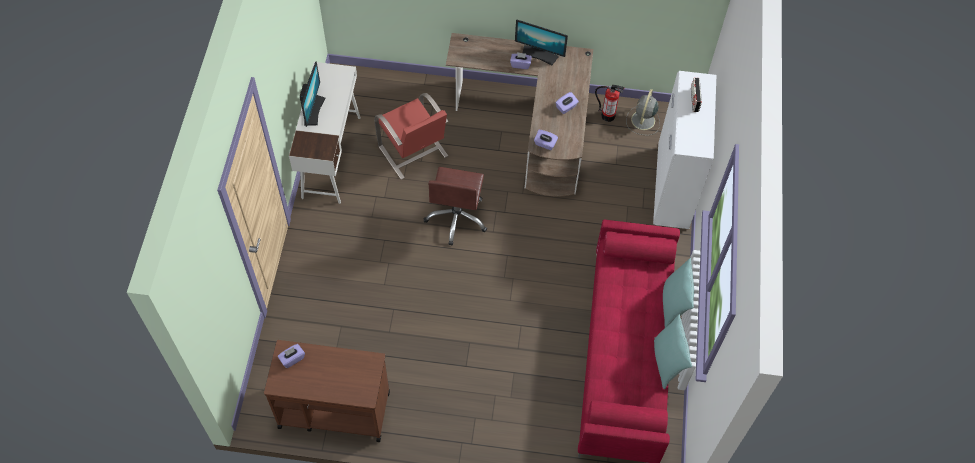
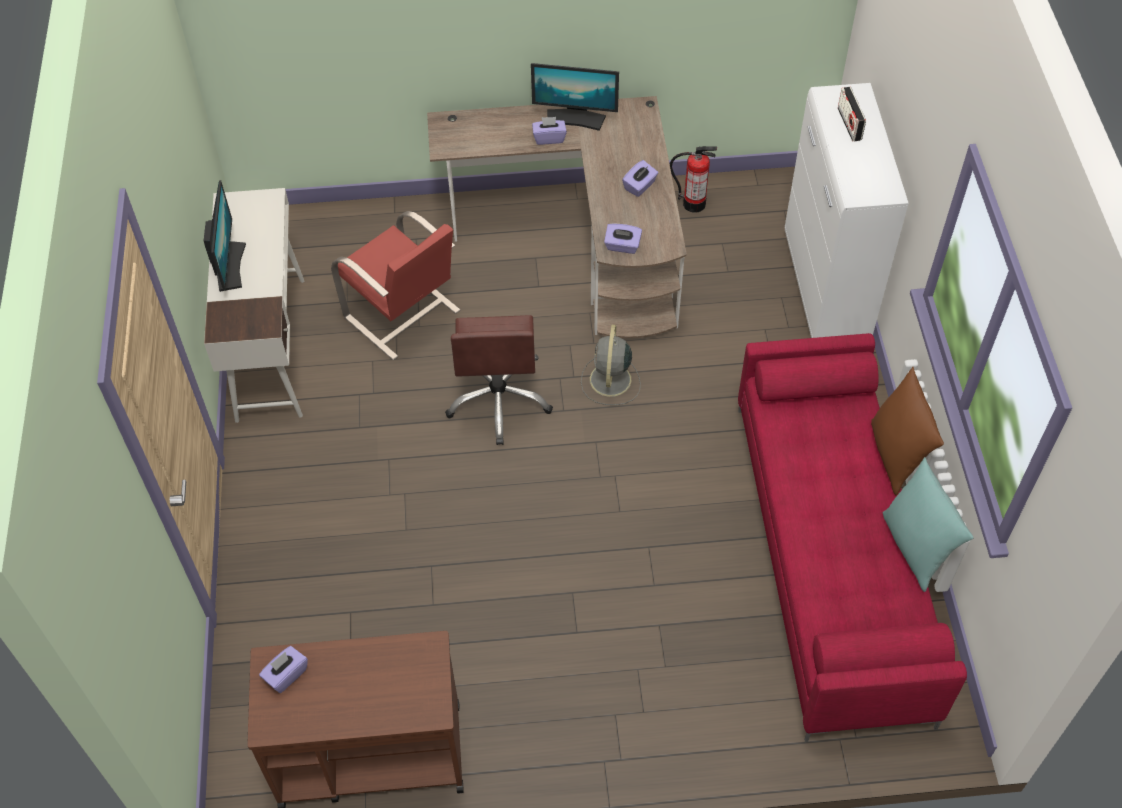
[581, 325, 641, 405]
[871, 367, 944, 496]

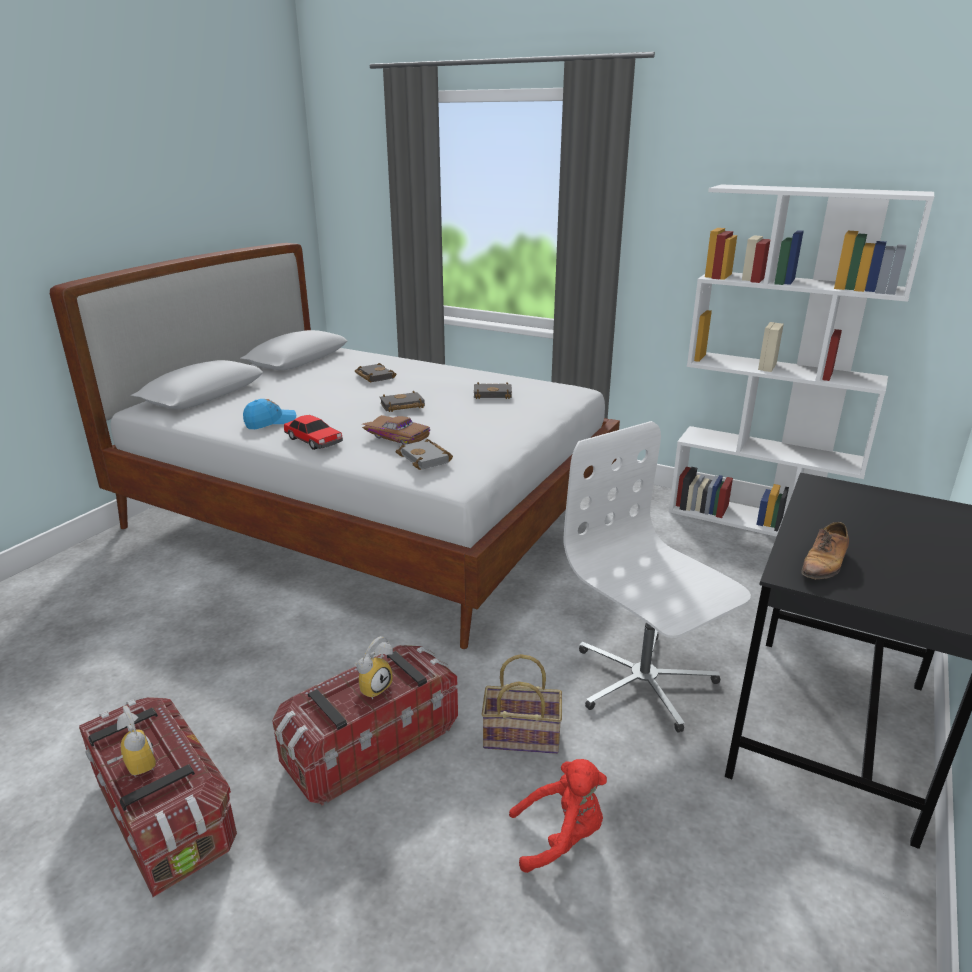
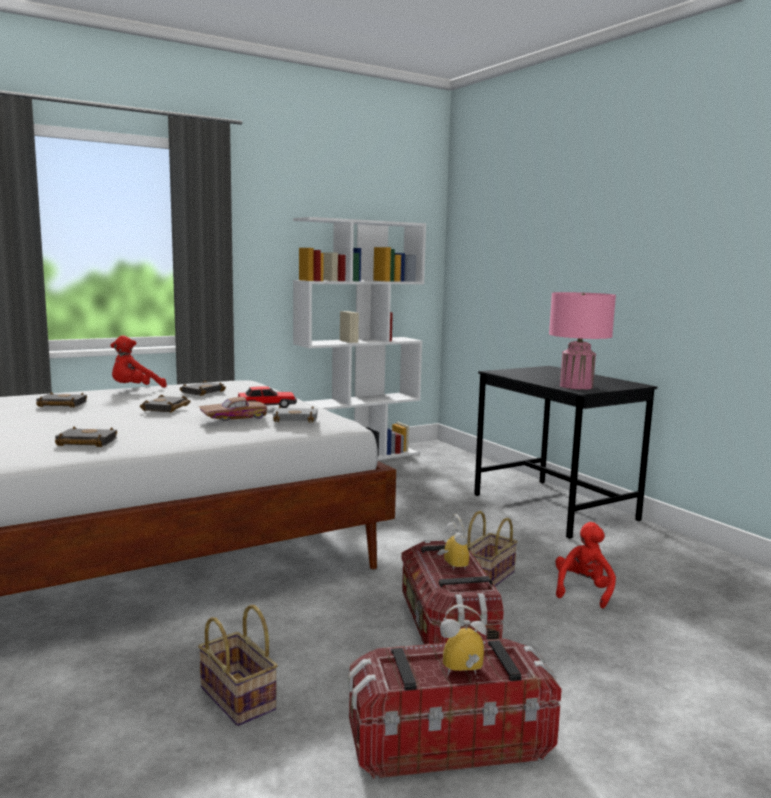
[55, 426, 118, 447]
[110, 335, 167, 388]
[198, 605, 278, 726]
[238, 386, 297, 408]
[549, 292, 616, 390]
[564, 421, 751, 732] (first image)

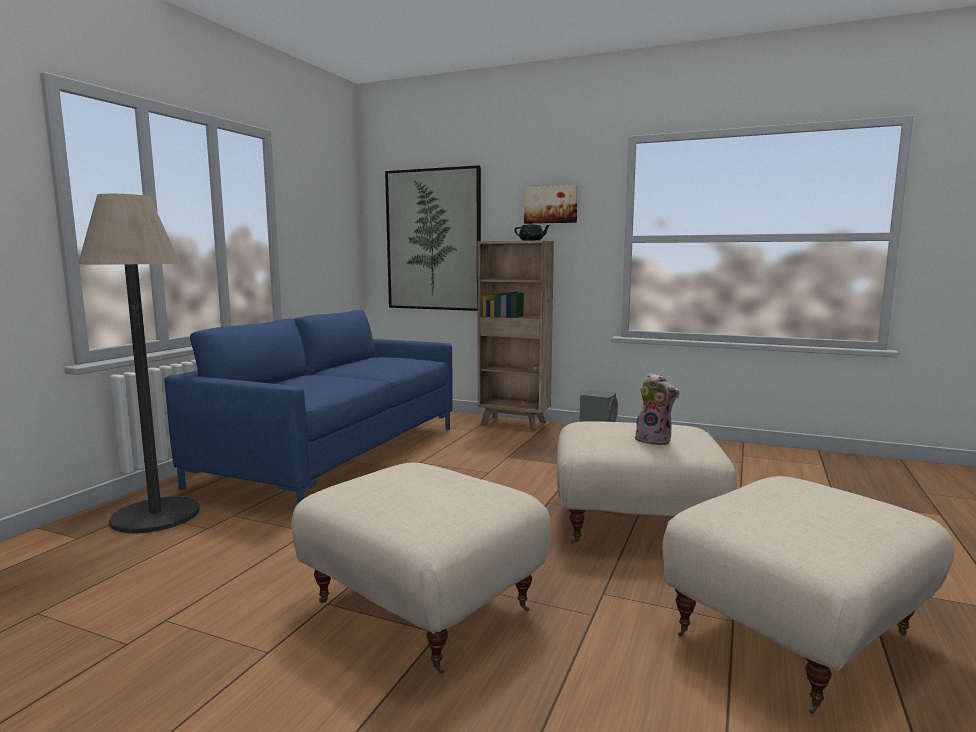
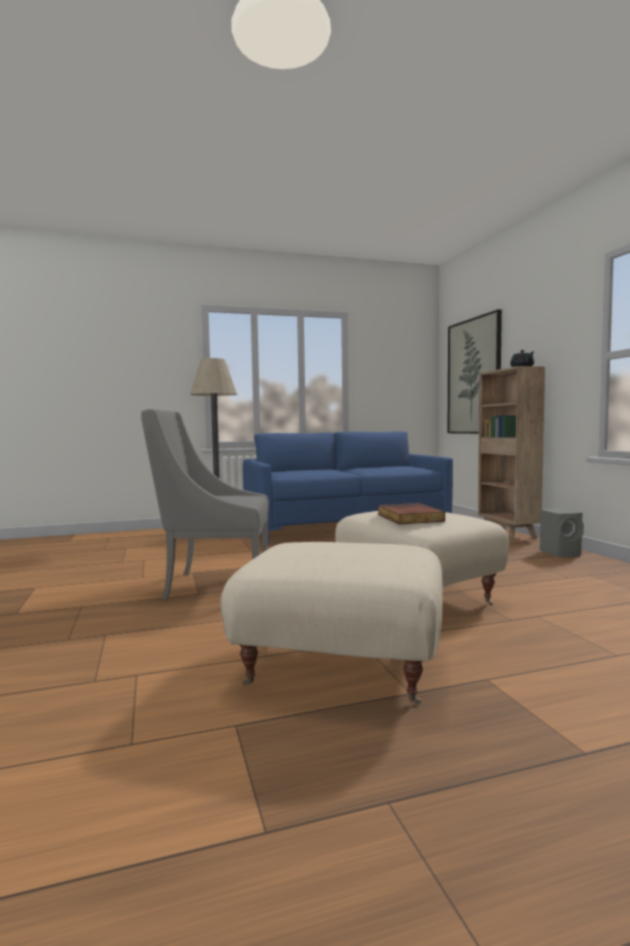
[141, 409, 269, 600]
[377, 503, 445, 525]
[524, 185, 578, 224] (first image)

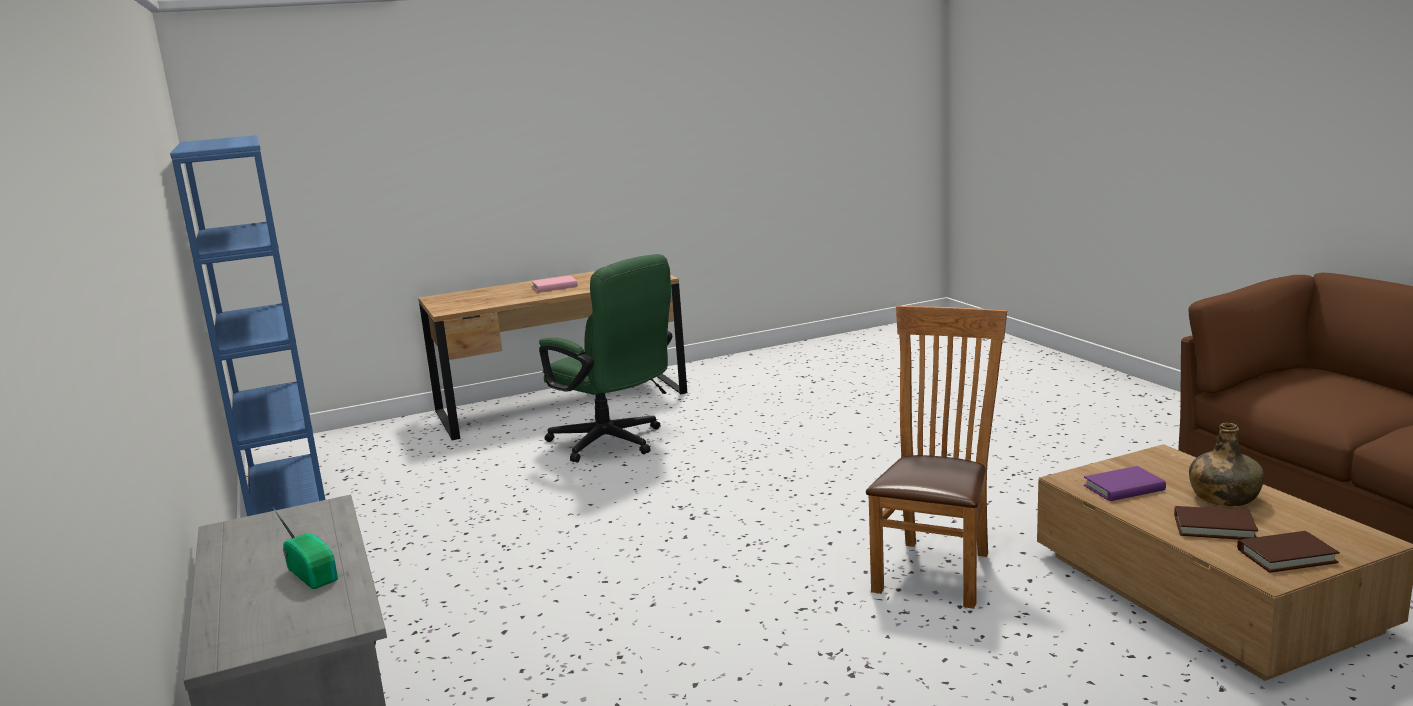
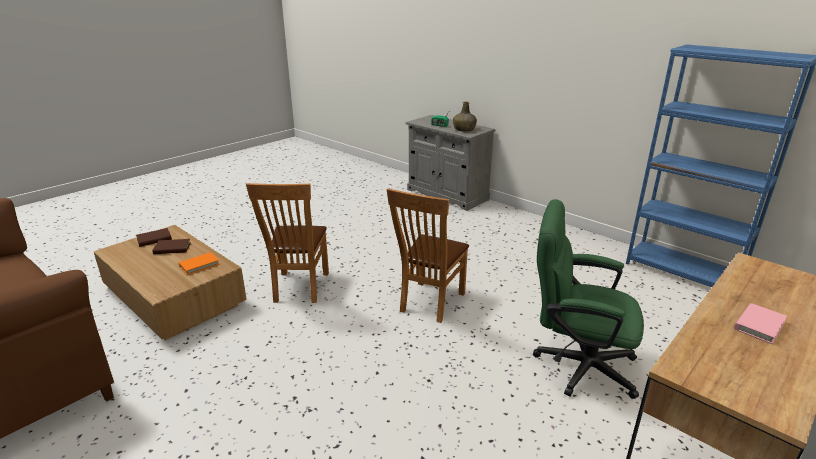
[179, 252, 220, 275]
[387, 188, 469, 323]
[453, 101, 477, 132]

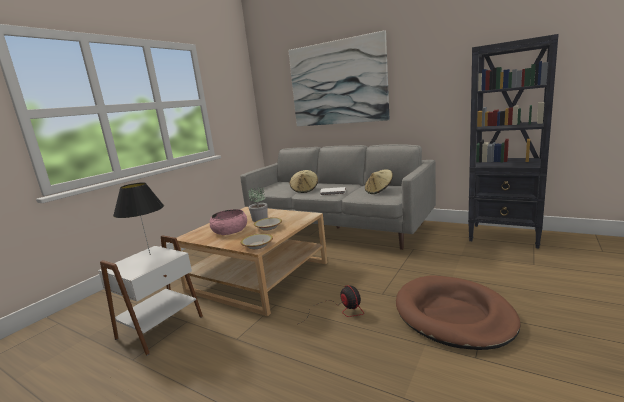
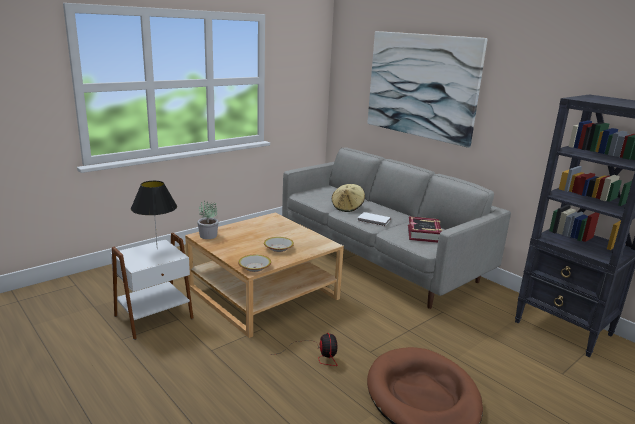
[197, 201, 219, 239]
[408, 216, 443, 243]
[210, 209, 247, 235] (first image)

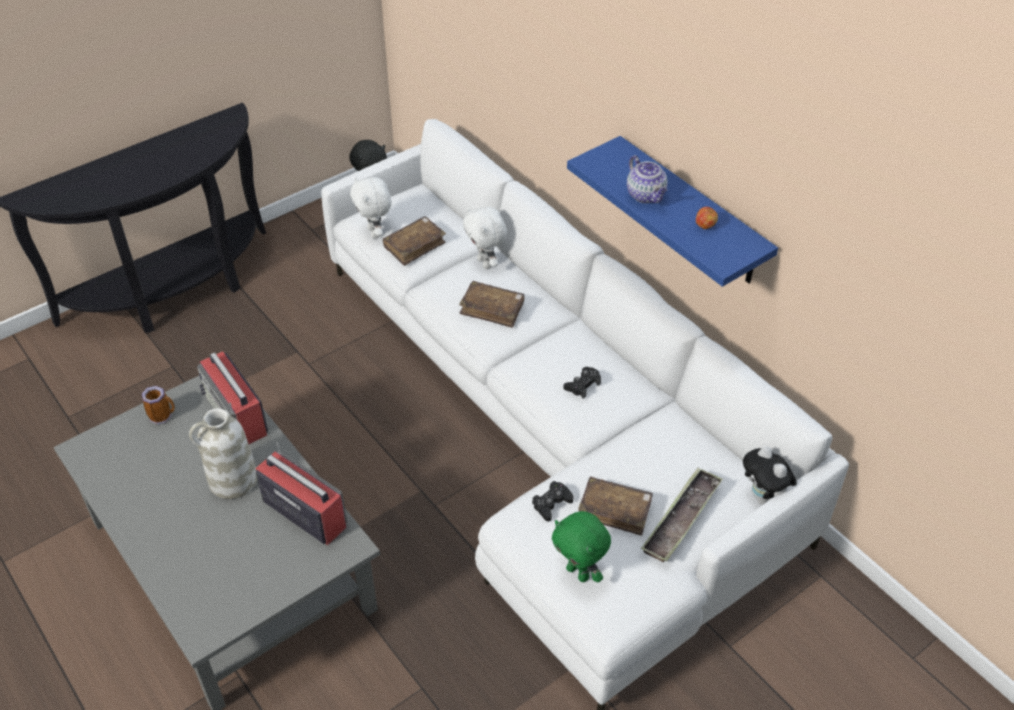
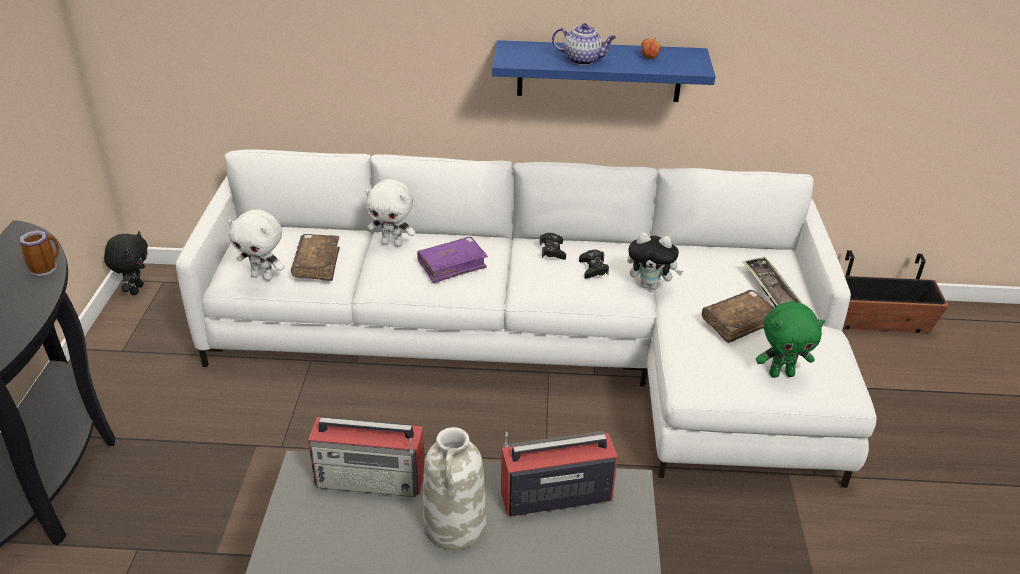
[20, 230, 59, 277]
[417, 237, 488, 283]
[540, 233, 566, 260]
[627, 232, 683, 290]
[843, 250, 948, 333]

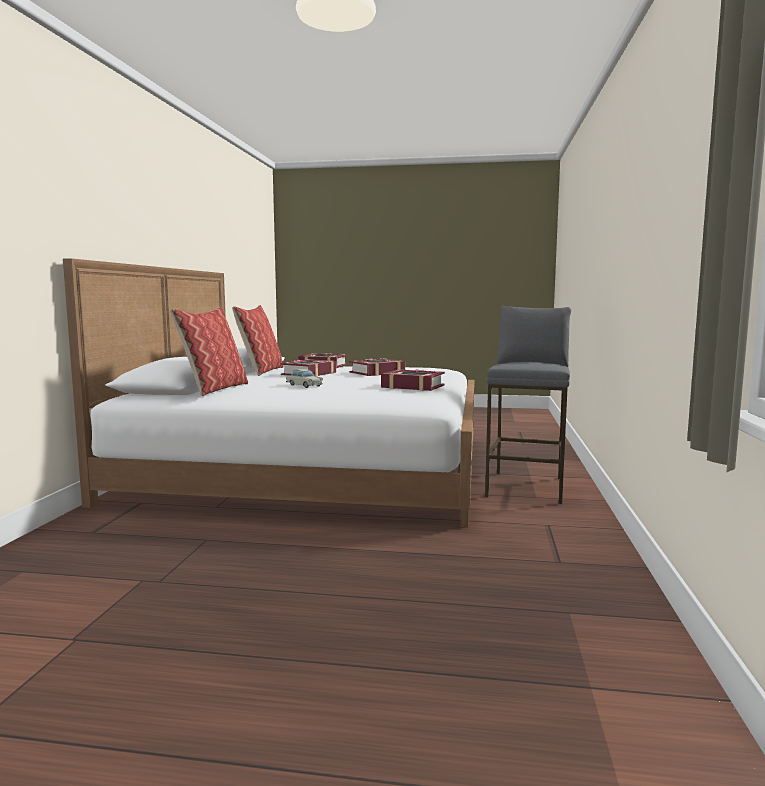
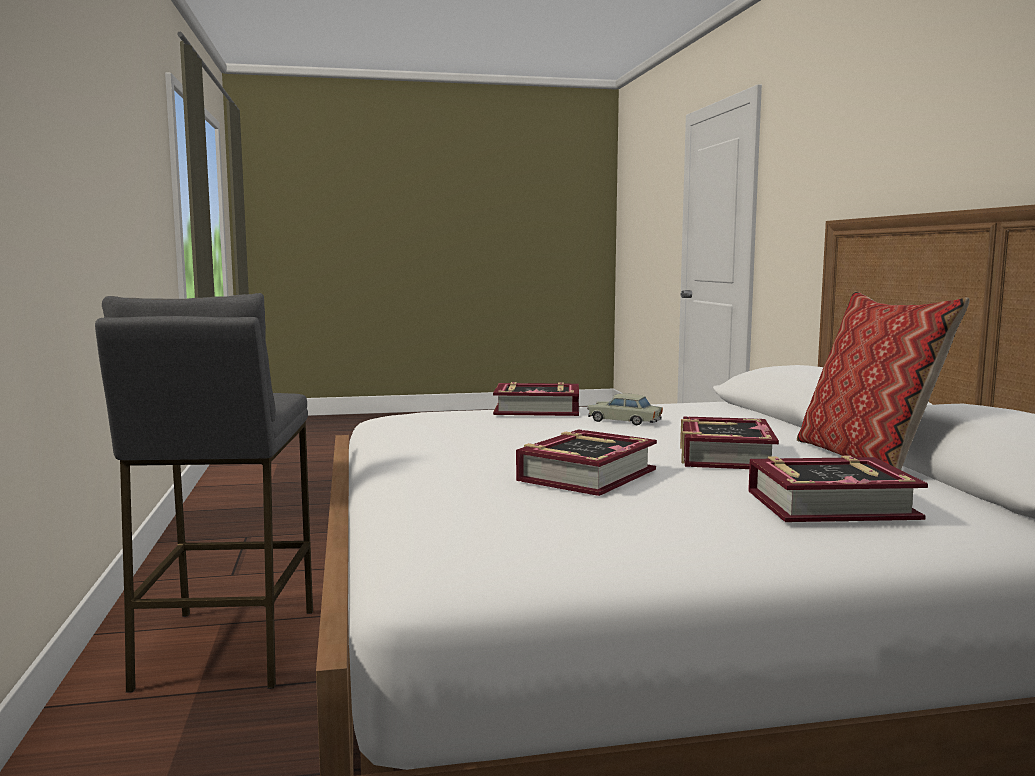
[493, 382, 579, 416]
[170, 307, 248, 396] (first image)

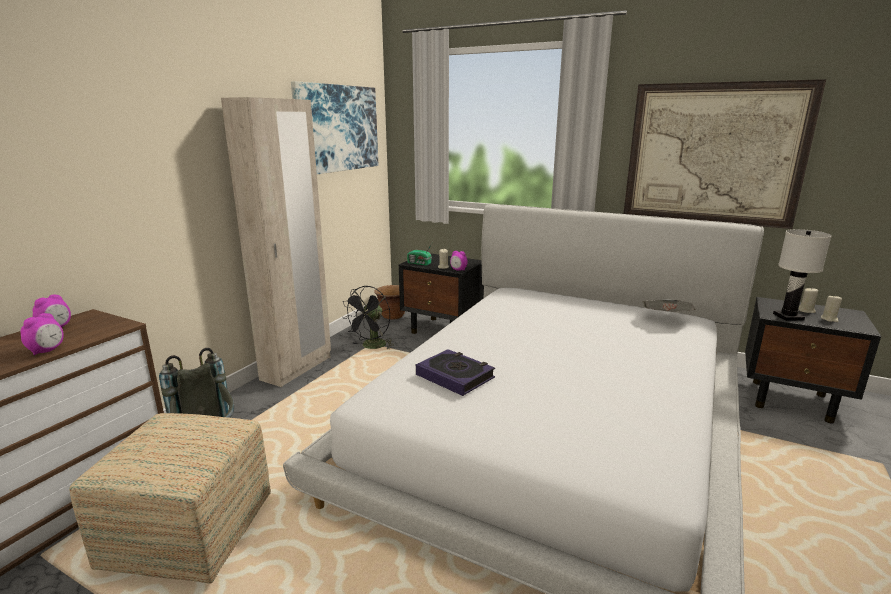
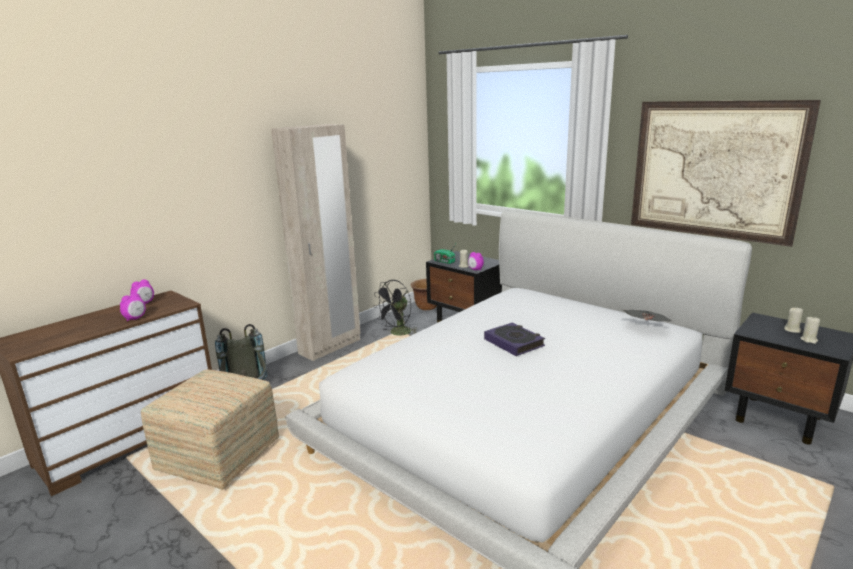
[484, 323, 545, 356]
[291, 81, 378, 174] (first image)
[773, 229, 832, 321] (first image)

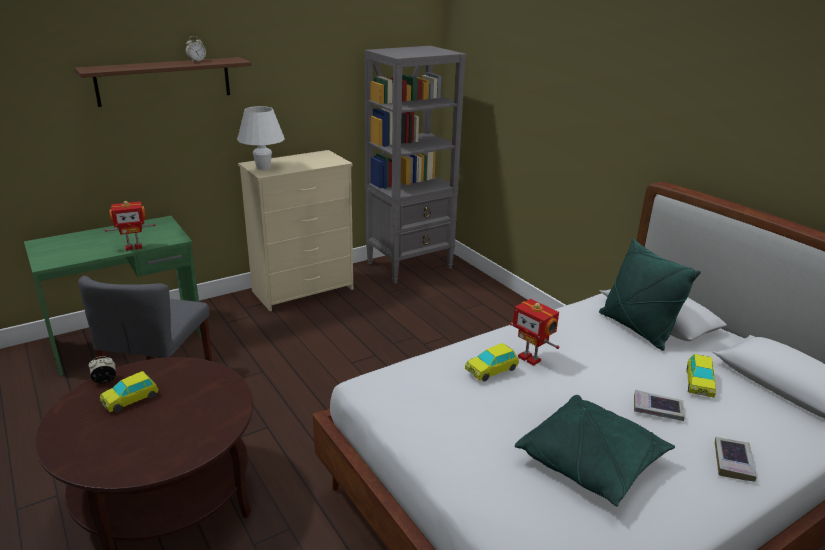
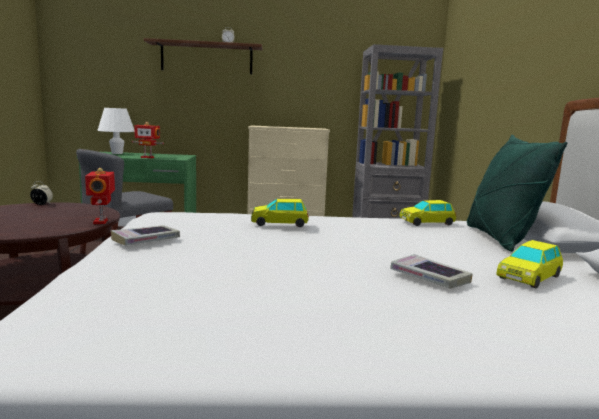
[85, 168, 115, 224]
[97, 108, 135, 154]
[111, 225, 180, 246]
[400, 200, 456, 226]
[515, 395, 675, 506] (first image)

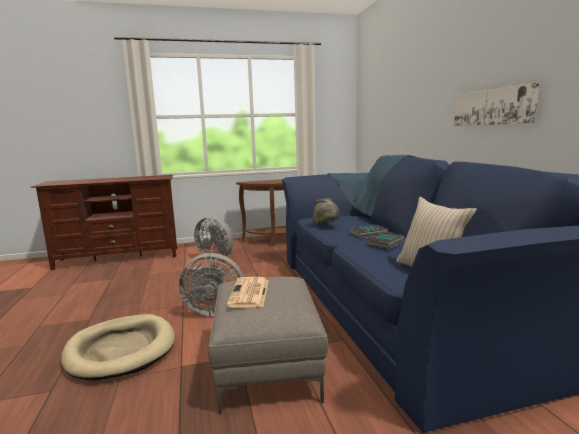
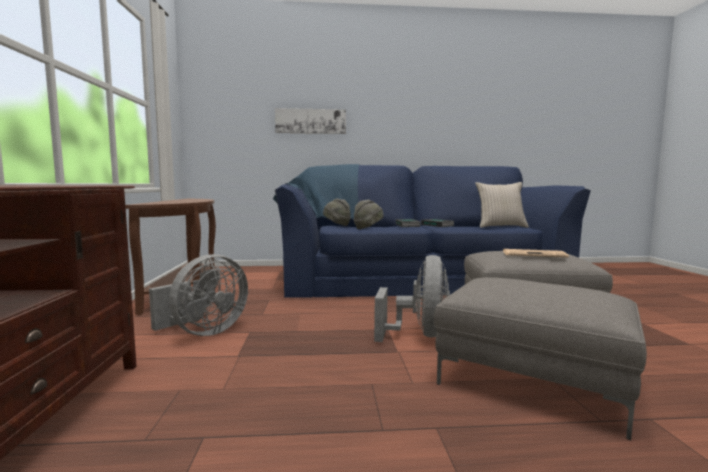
[275, 108, 346, 134]
[323, 198, 351, 226]
[434, 277, 647, 440]

